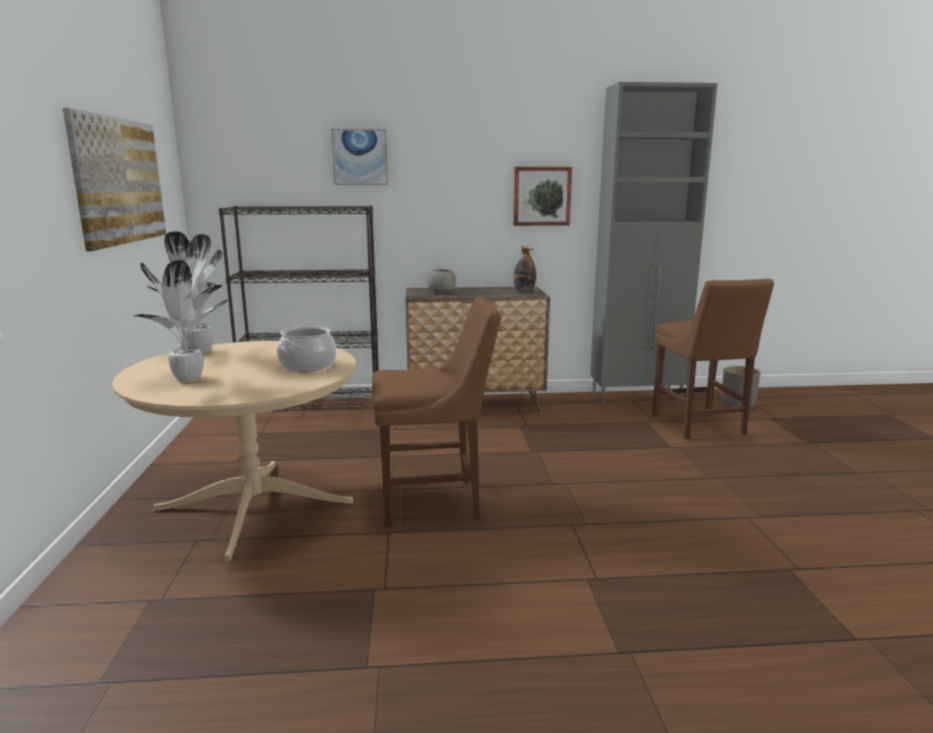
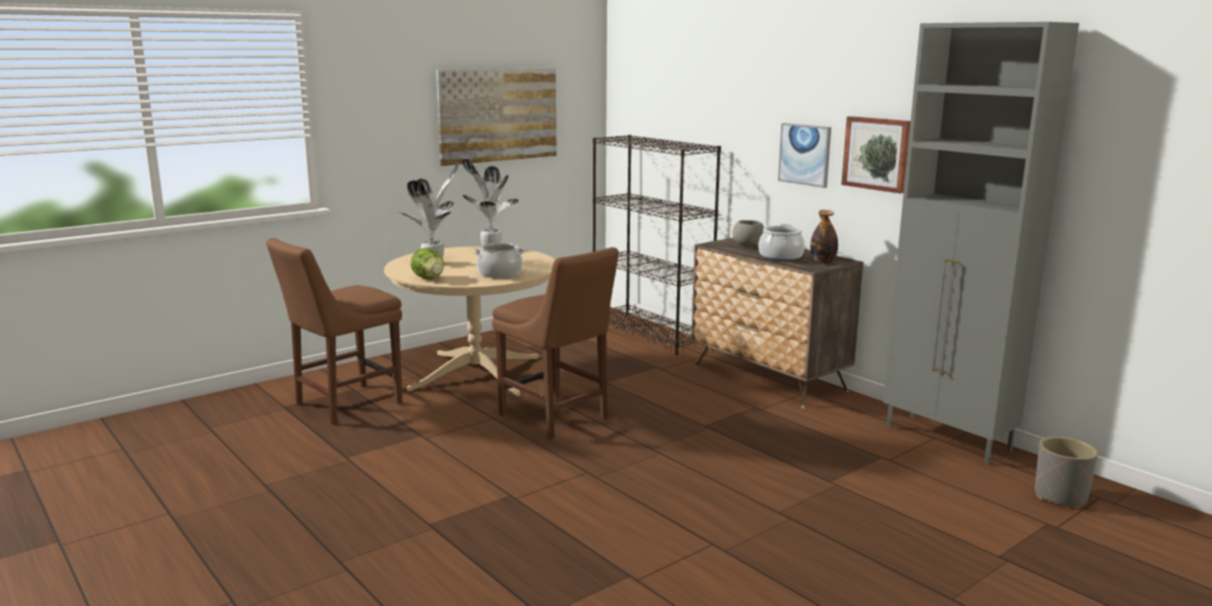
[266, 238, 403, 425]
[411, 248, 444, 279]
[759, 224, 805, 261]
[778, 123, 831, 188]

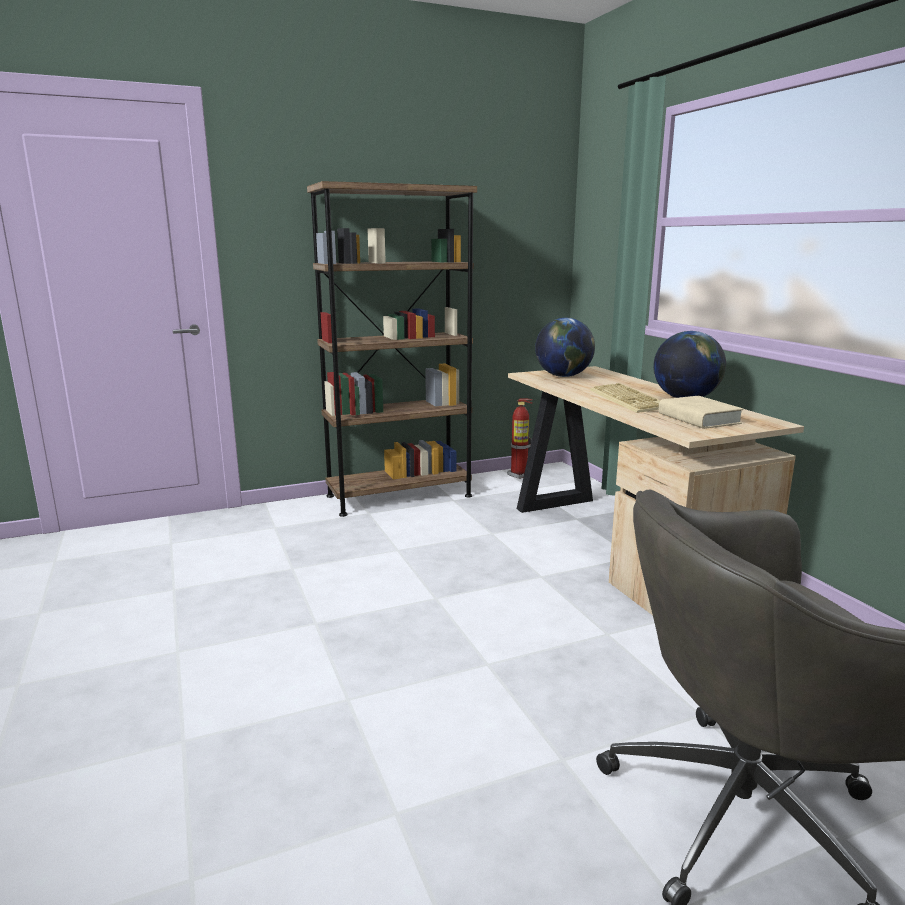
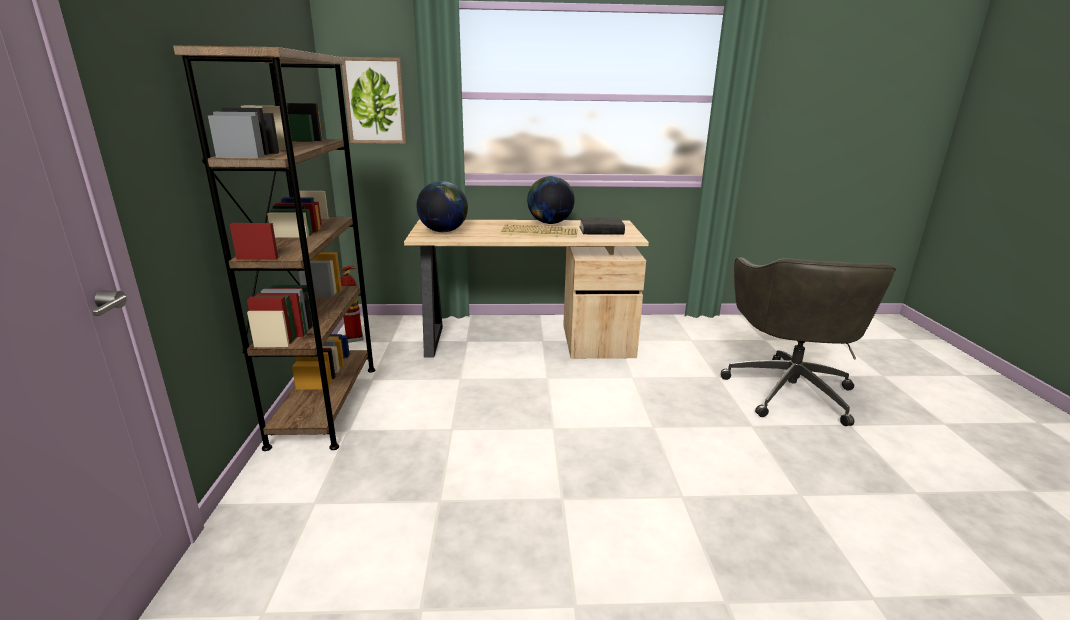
[342, 57, 407, 144]
[579, 218, 625, 235]

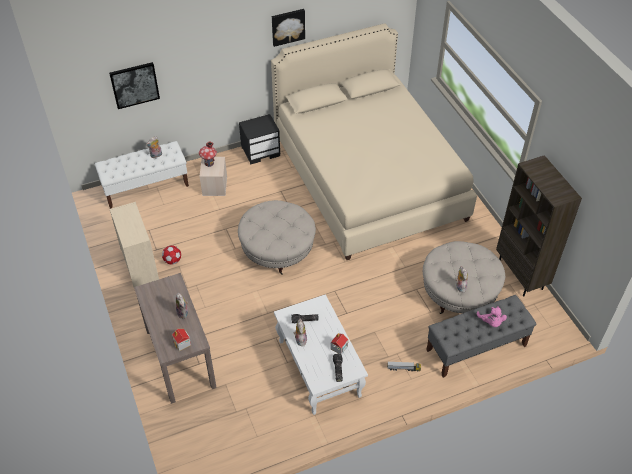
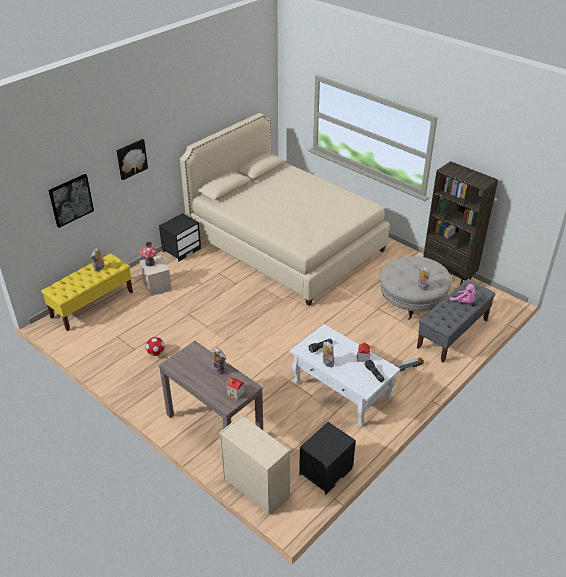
[41, 253, 133, 331]
[116, 139, 148, 180]
[219, 415, 290, 515]
[299, 422, 356, 495]
[238, 200, 316, 275] (first image)

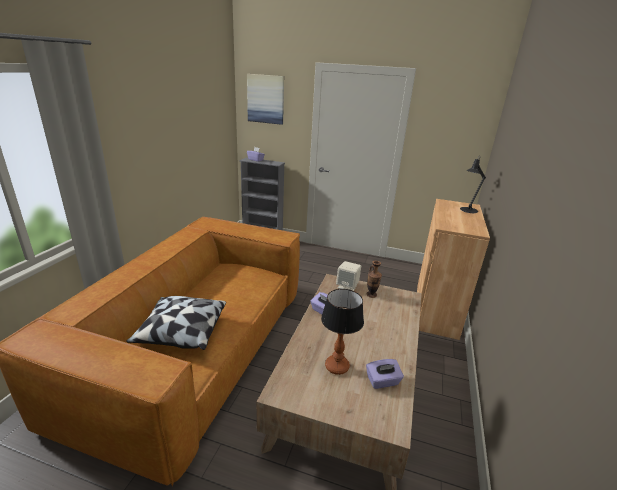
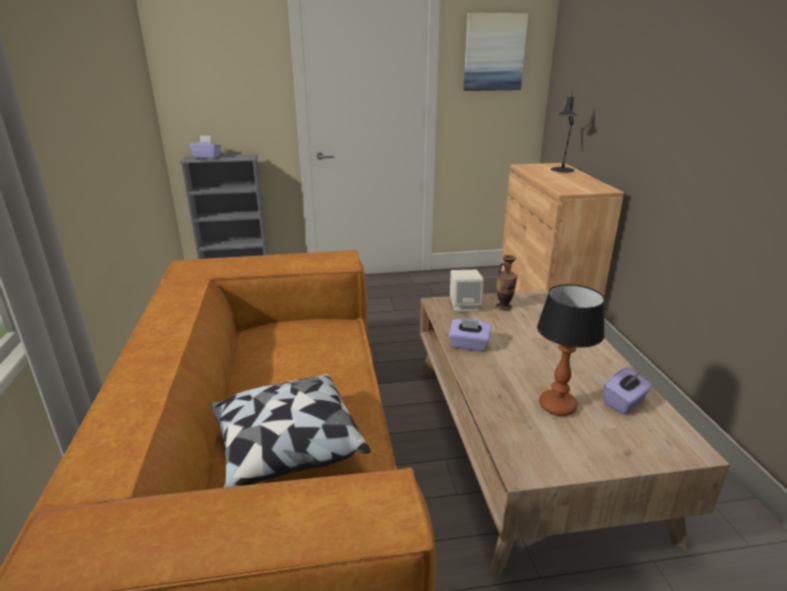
[463, 13, 528, 91]

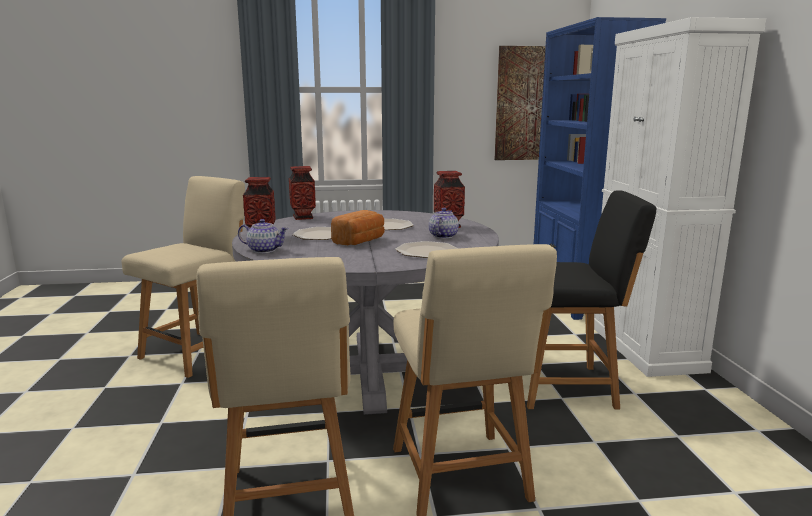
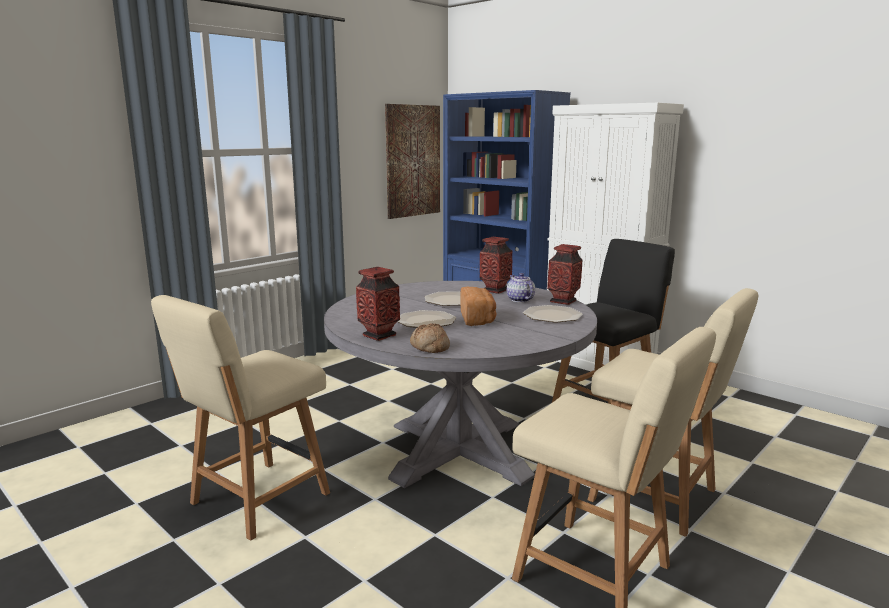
[151, 295, 330, 541]
[410, 323, 450, 353]
[547, 244, 583, 305]

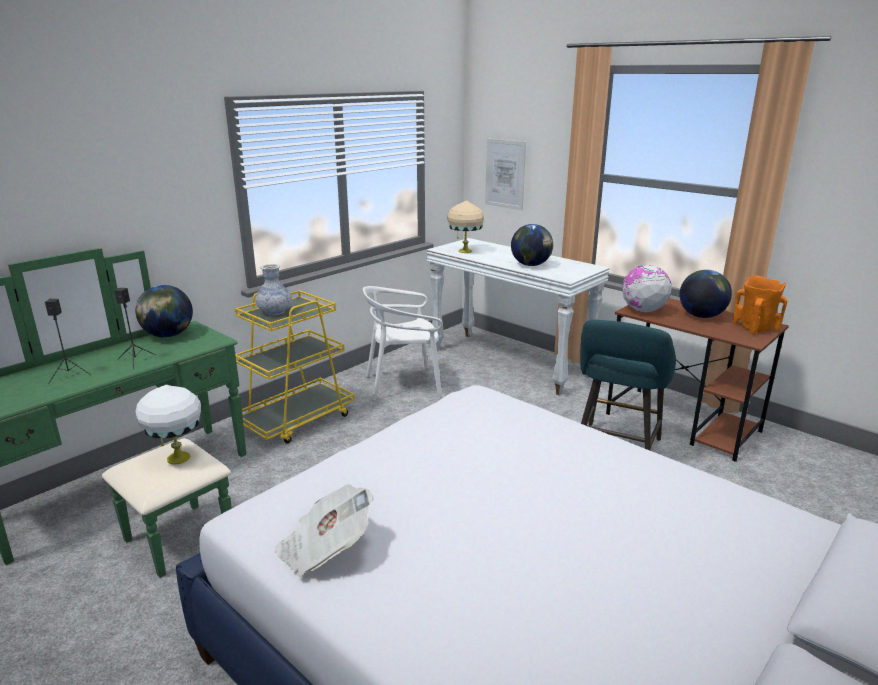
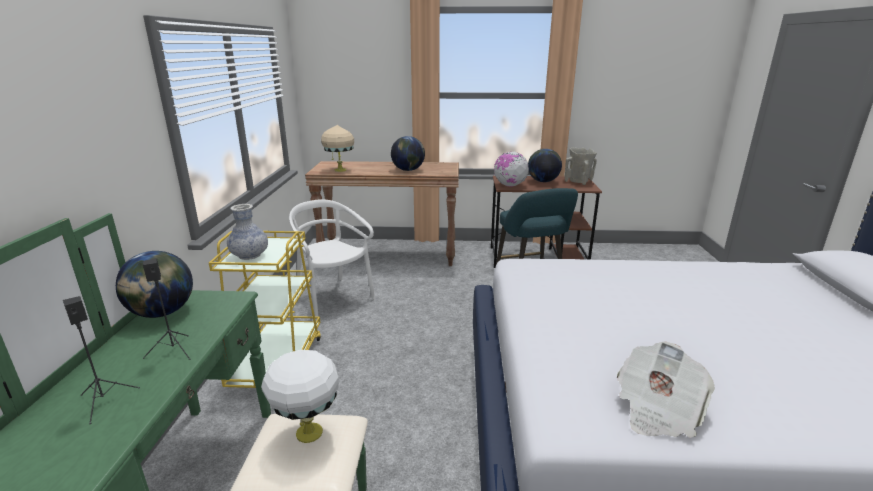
[289, 199, 375, 319]
[305, 161, 459, 266]
[565, 147, 597, 185]
[485, 139, 526, 210] (first image)

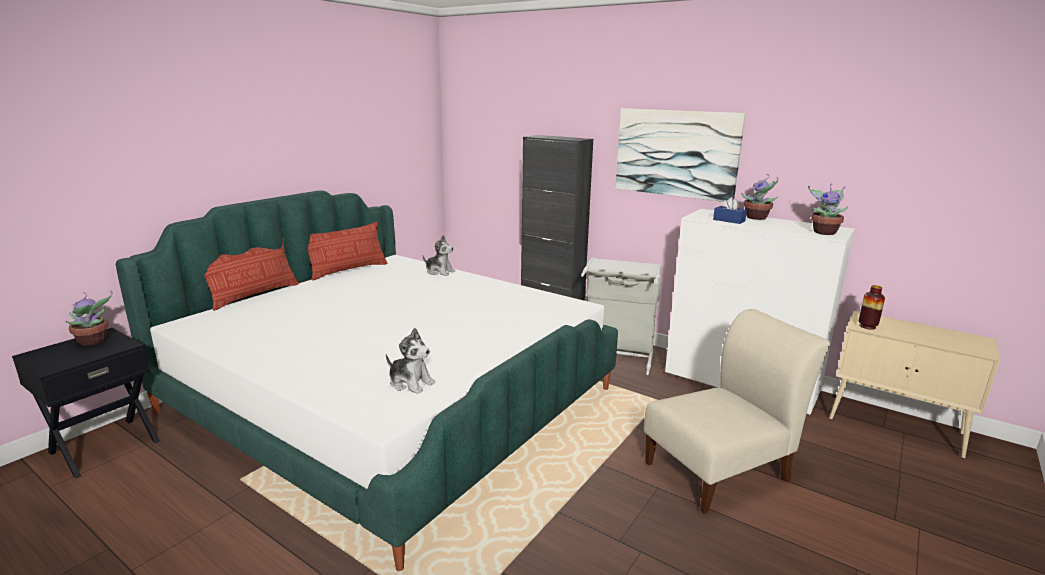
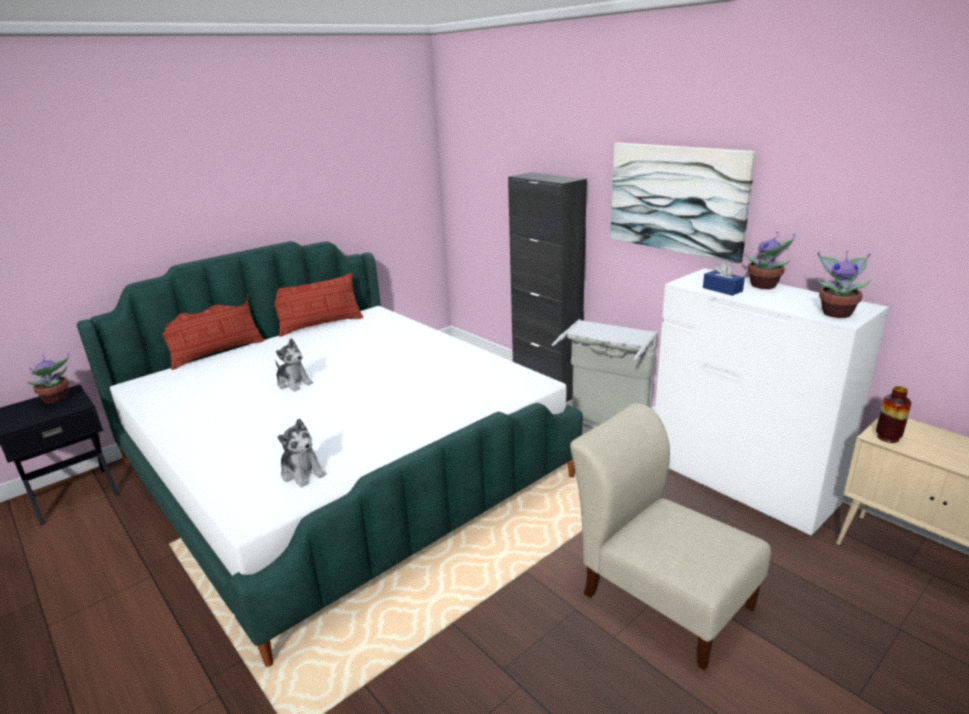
[275, 338, 313, 391]
[570, 403, 771, 670]

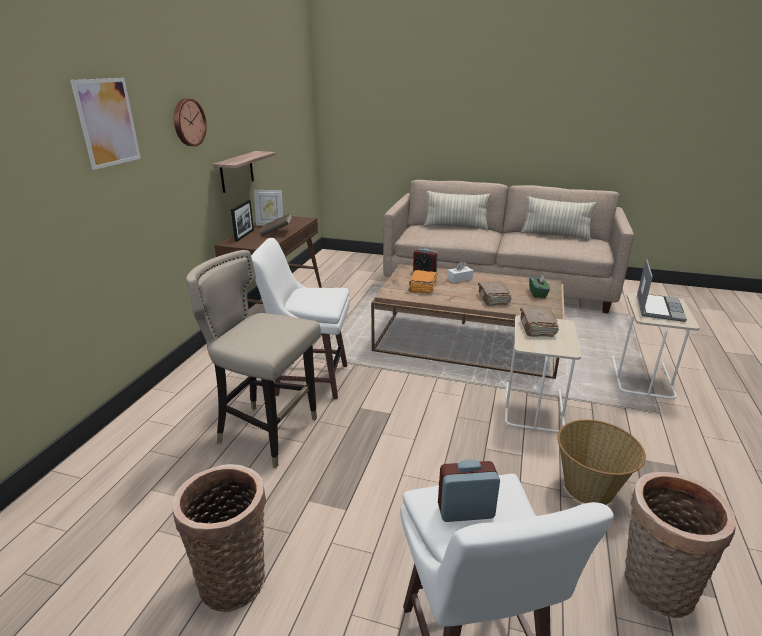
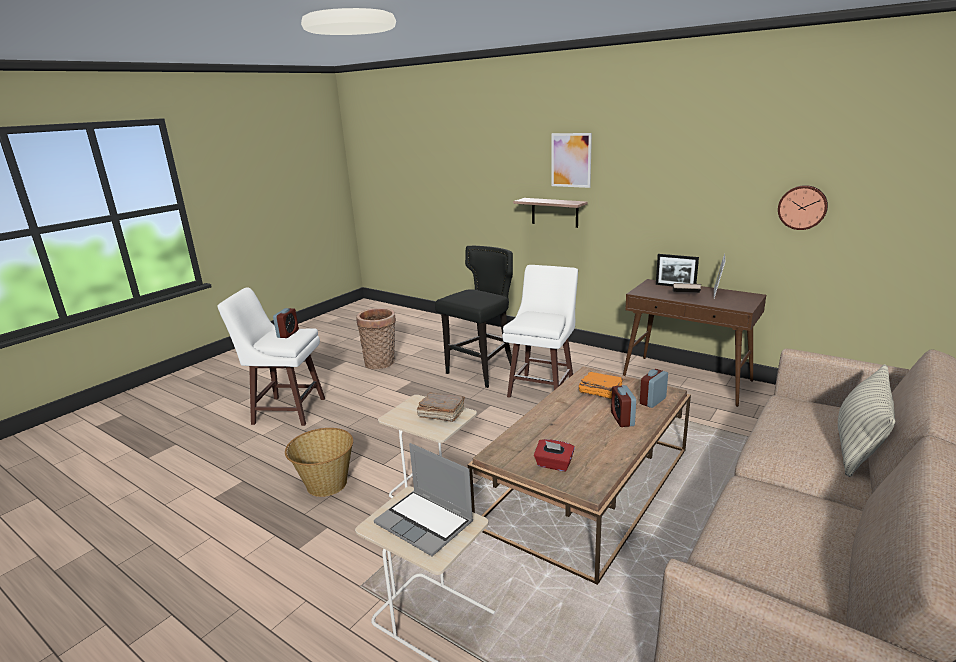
[435, 246, 513, 388]
[513, 198, 588, 228]
[534, 439, 575, 471]
[611, 385, 636, 427]
[778, 185, 828, 230]
[478, 281, 512, 306] (first image)
[521, 196, 597, 241] (first image)
[624, 472, 736, 618] (first image)

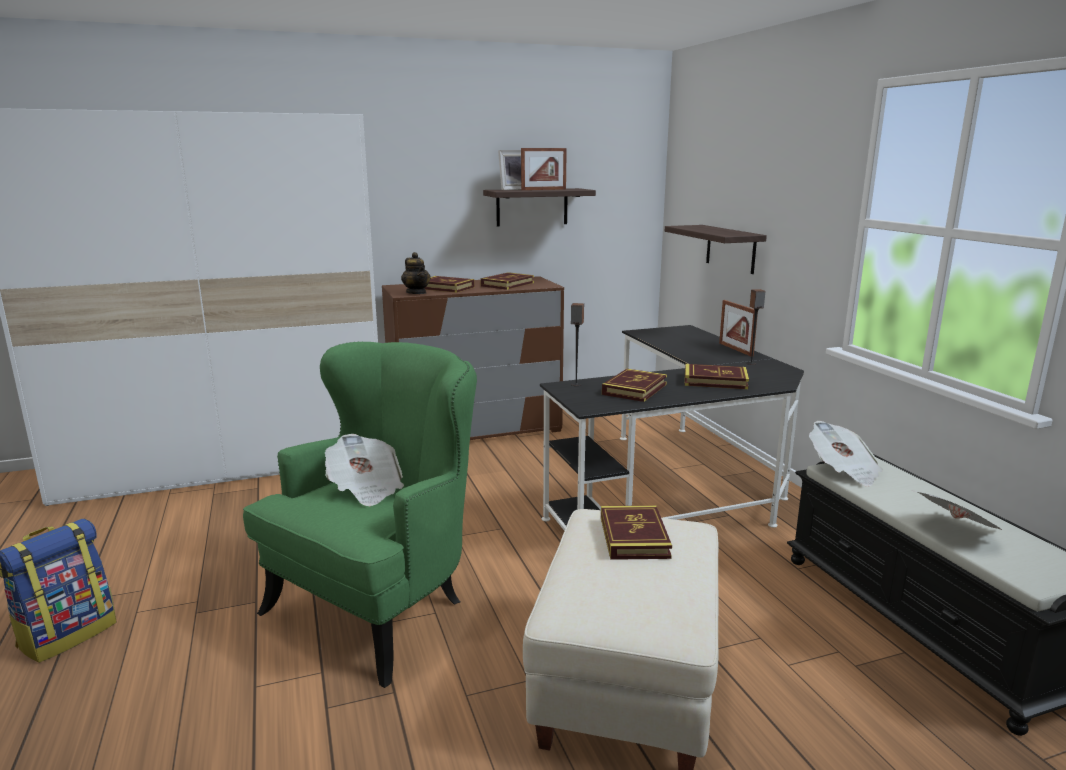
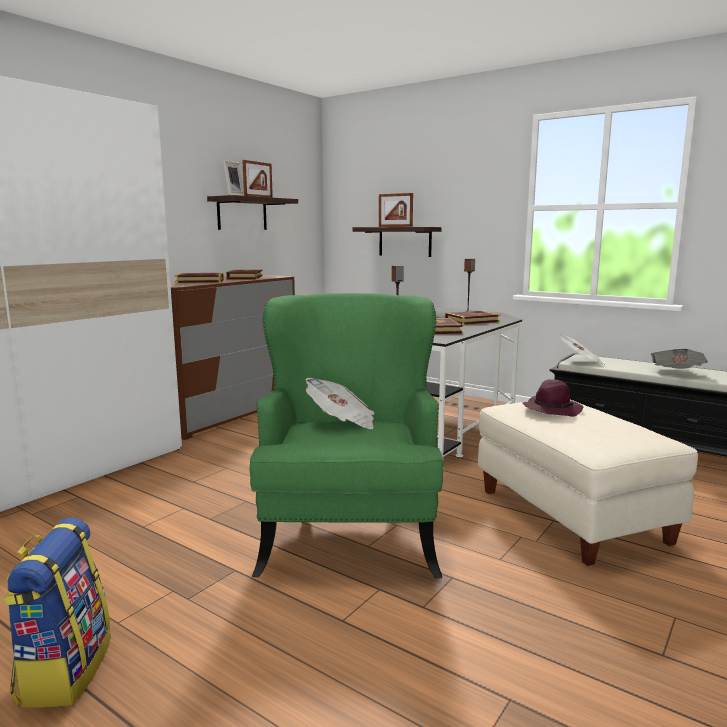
[379, 193, 413, 227]
[522, 379, 583, 417]
[401, 252, 431, 294] (first image)

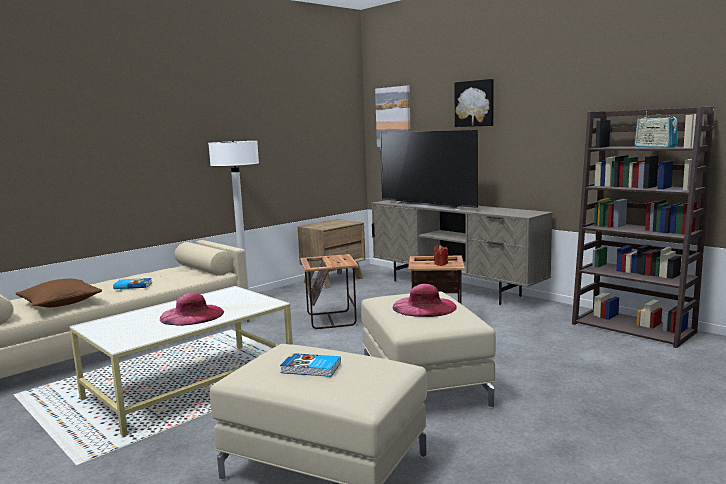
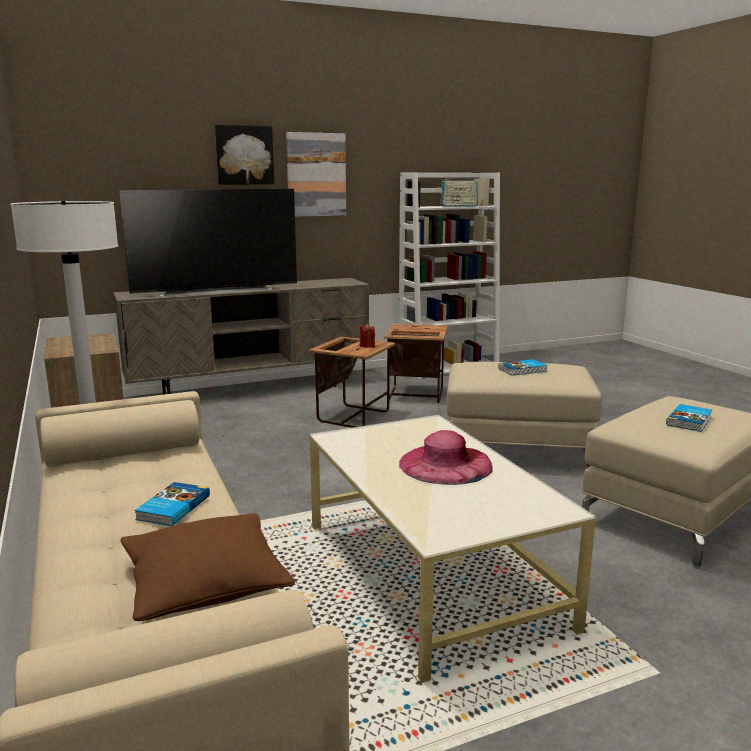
[286, 132, 346, 217]
[384, 324, 448, 403]
[399, 173, 500, 379]
[498, 359, 548, 375]

